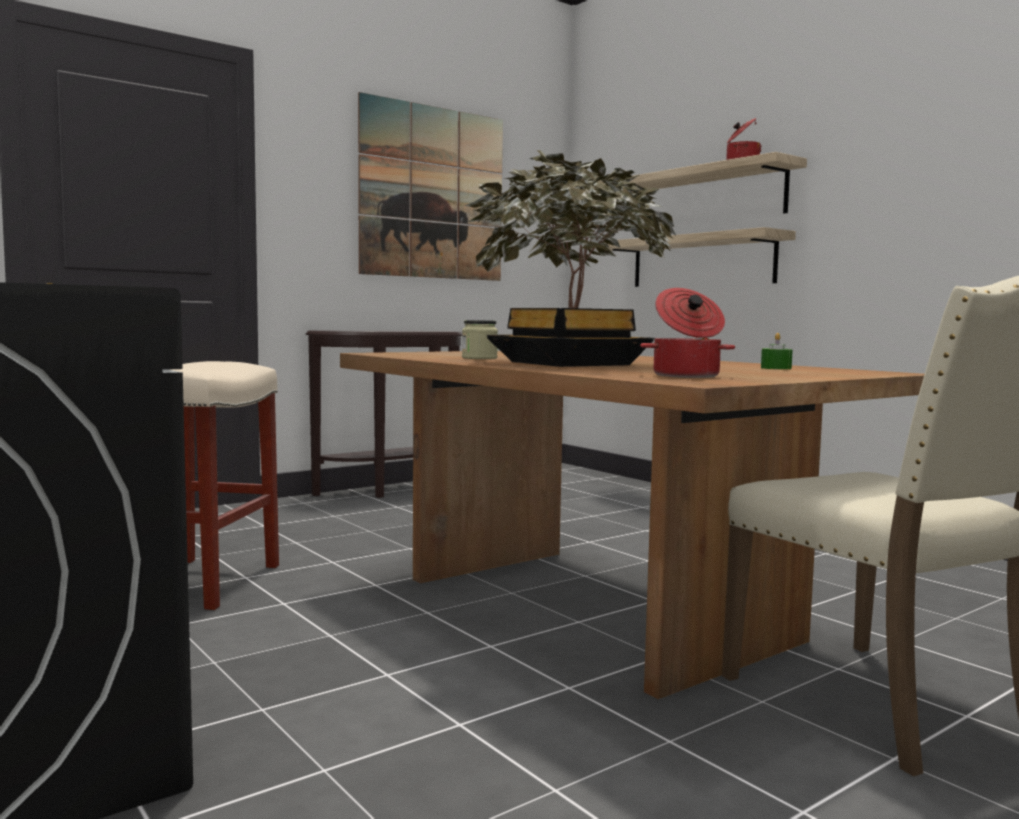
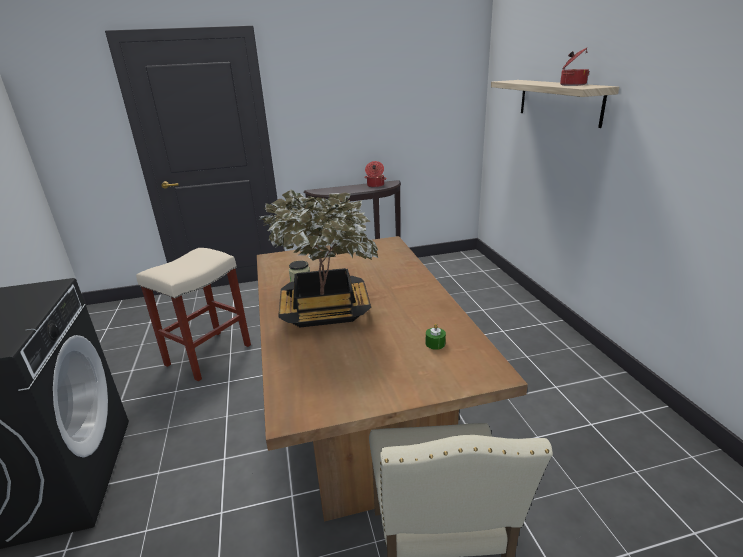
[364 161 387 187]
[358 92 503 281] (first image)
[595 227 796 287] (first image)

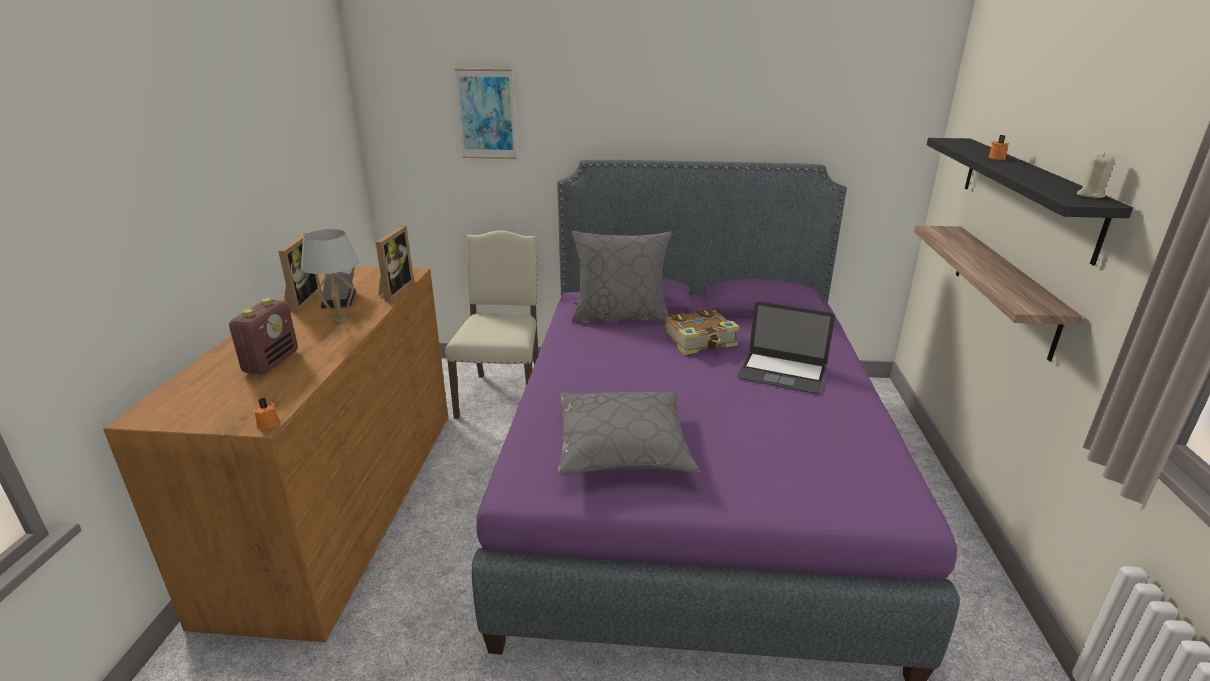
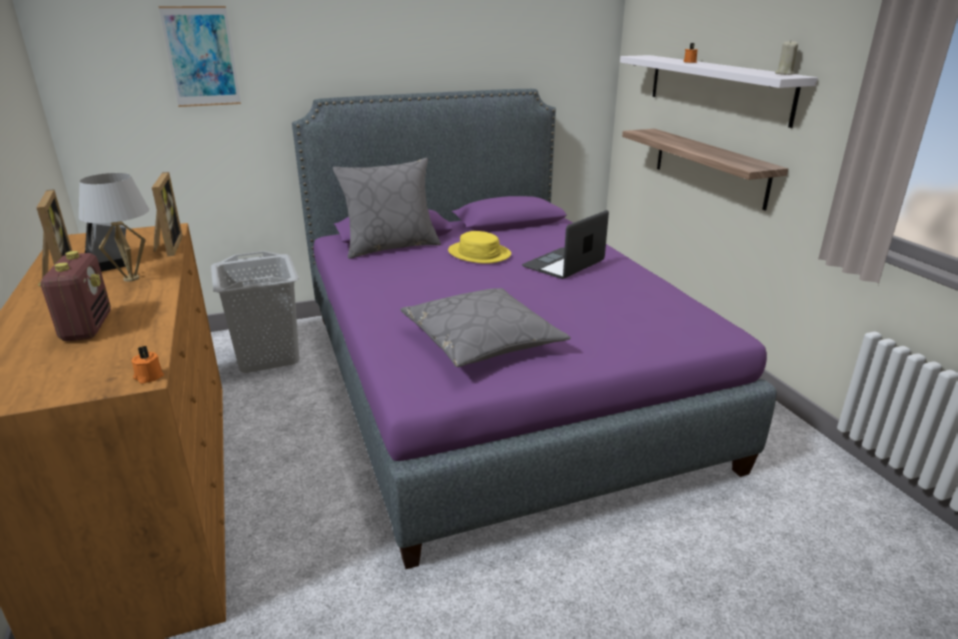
[211 251 300 373]
[448 231 511 264]
[522 210 609 279]
[620 55 818 128]

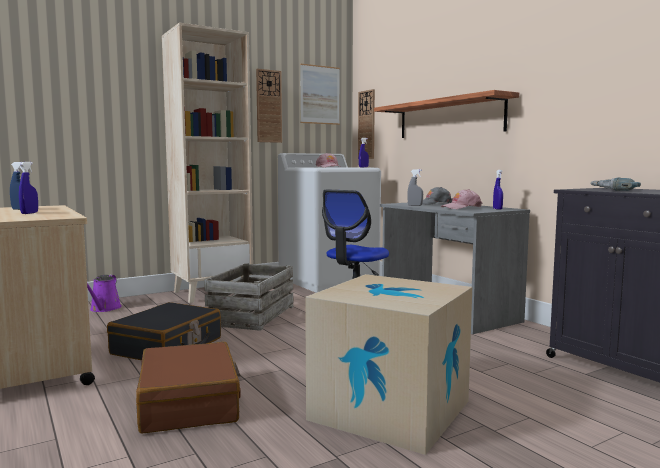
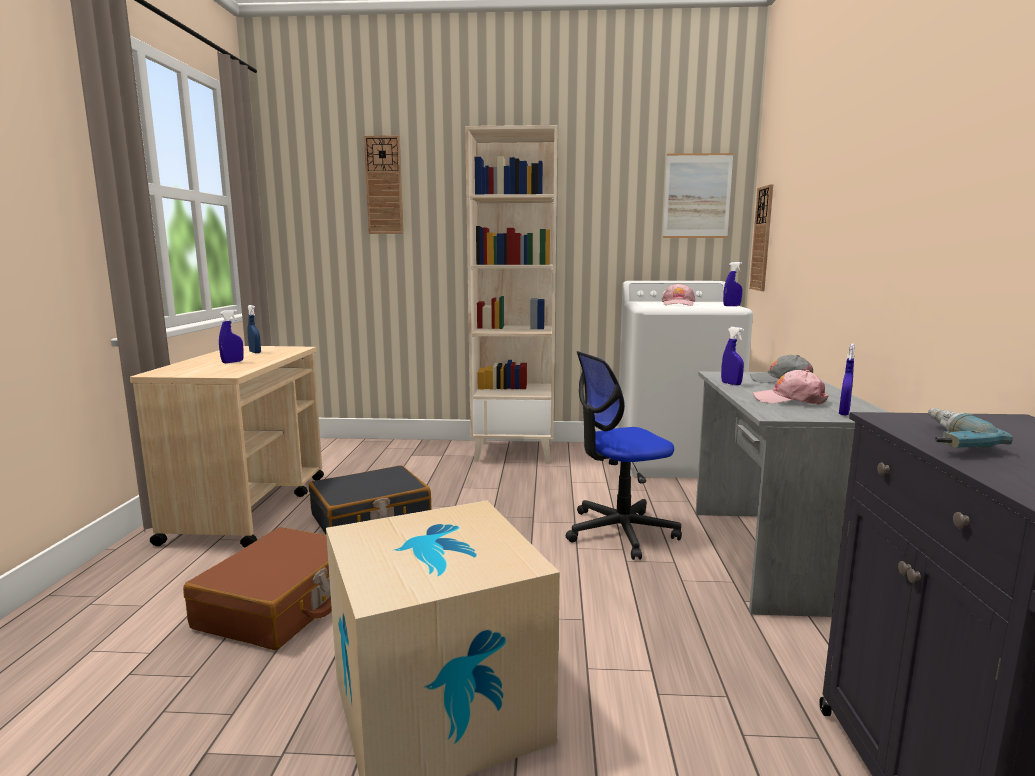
[364 135 403 234]
[721 327 744 385]
[87 275 122 312] (first image)
[204 263 293 331] (first image)
[374 90 519 138] (first image)

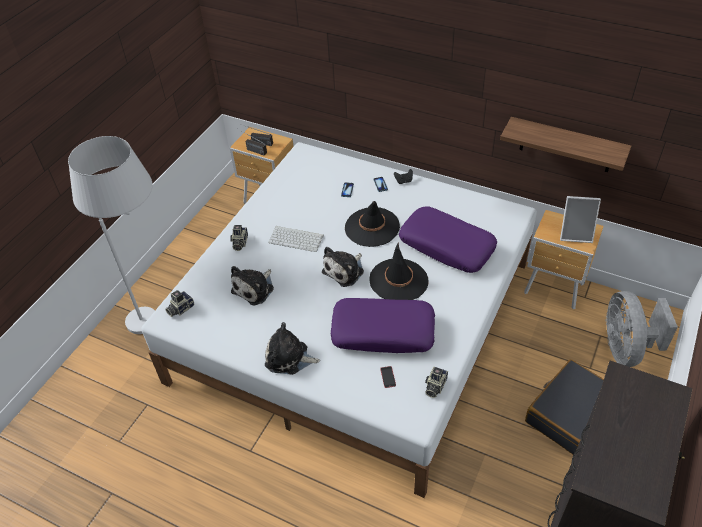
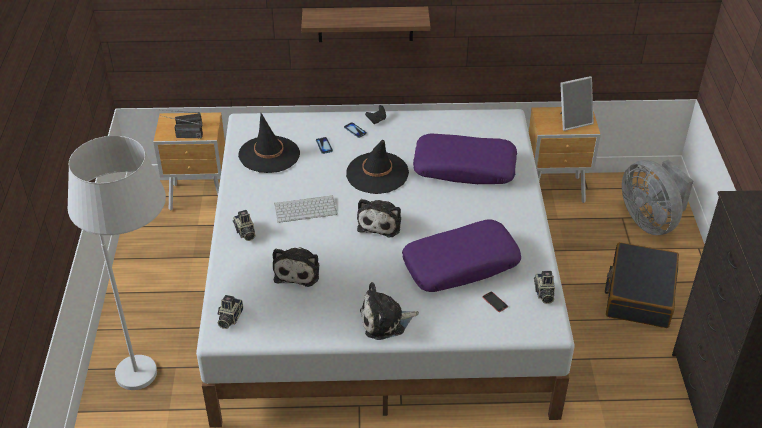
[238 113 300 173]
[301 7 430 42]

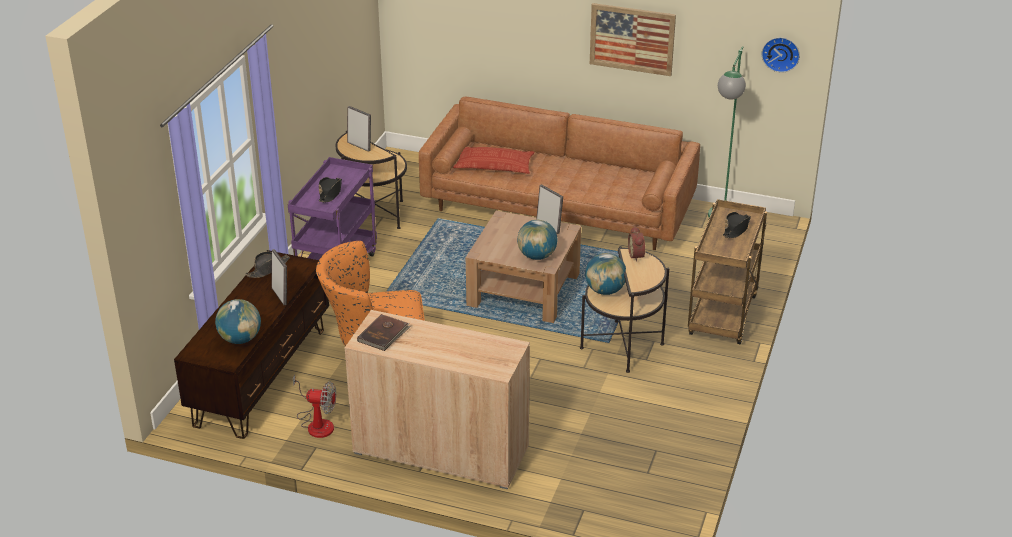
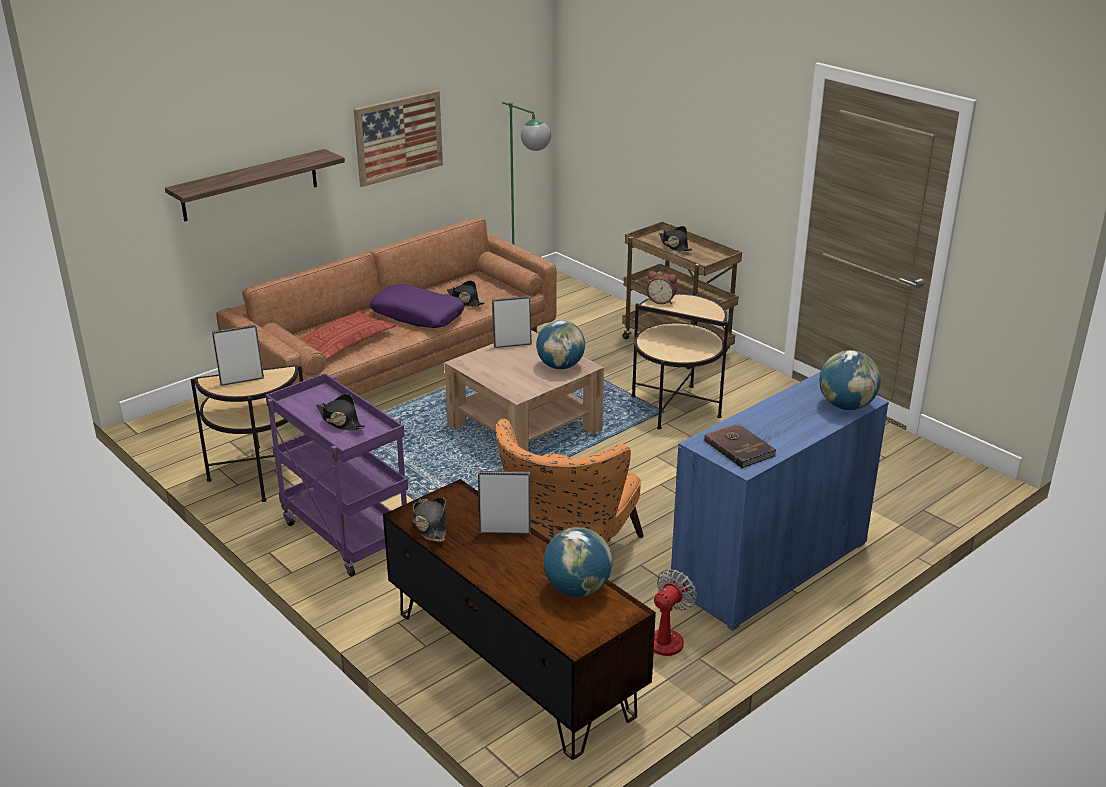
[165 149 345 221]
[370 284 464 328]
[447 280 485 307]
[670 372 889 631]
[819 350 881 410]
[762 37 800 73] (first image)

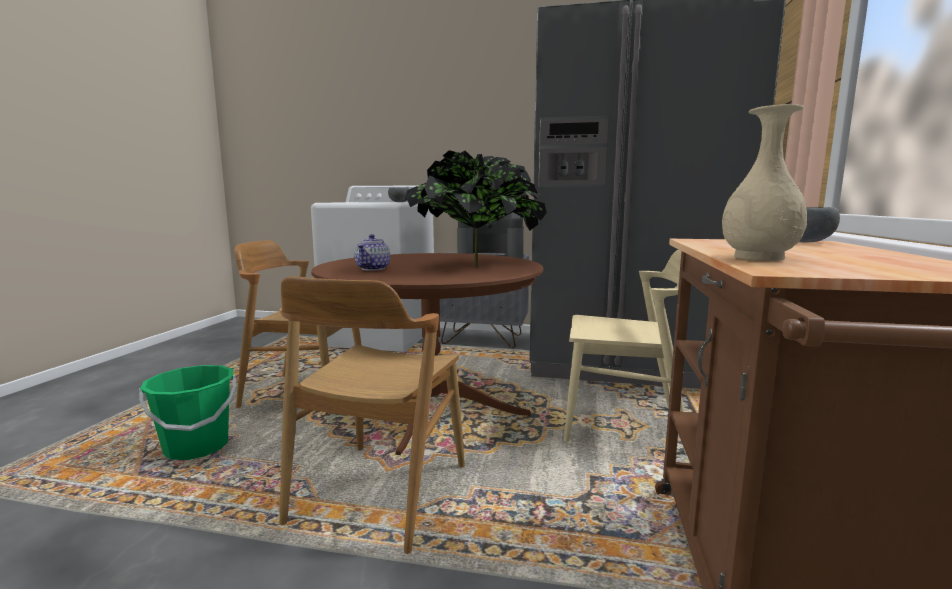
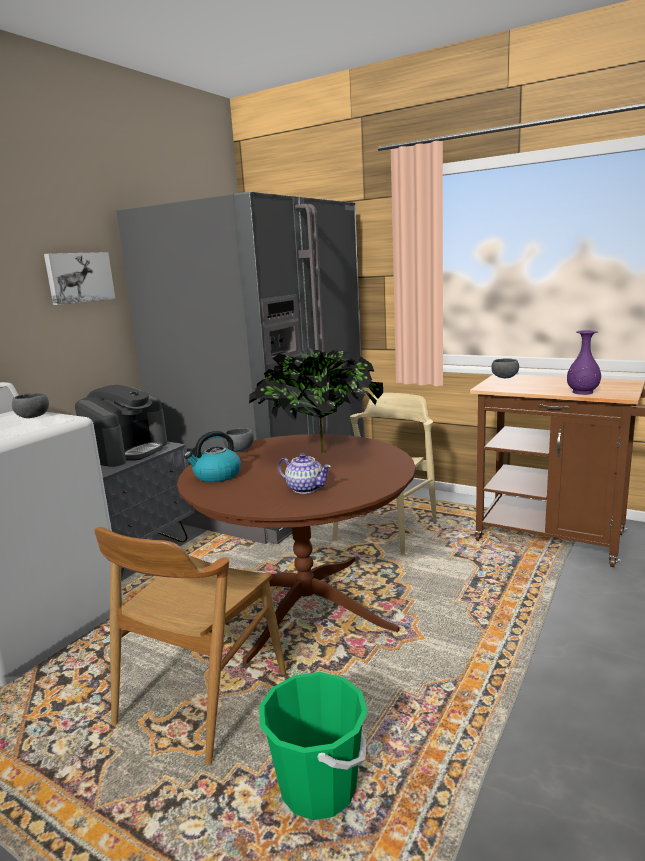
[44 252 115 305]
[184 431 241 482]
[223 428 254 452]
[567 330 601 395]
[279 276 465 554] (first image)

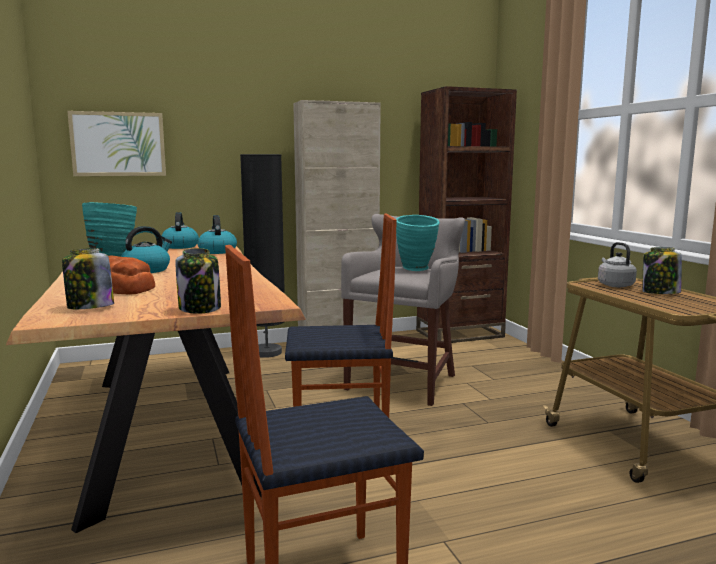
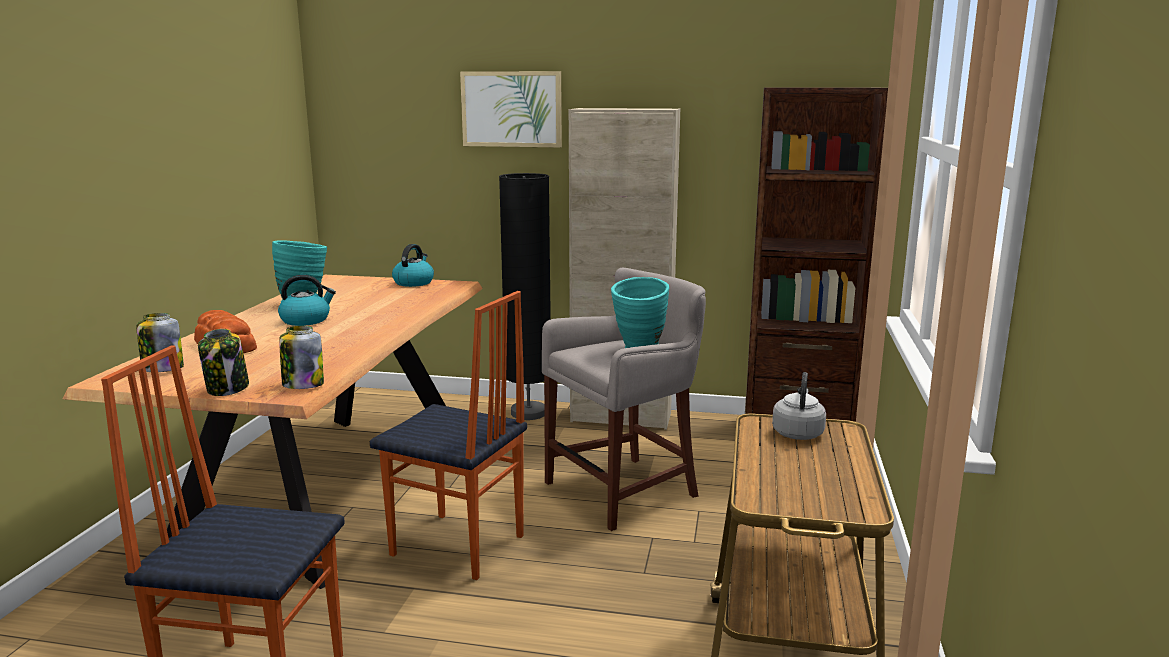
[279 326 324 389]
[460 71 562 148]
[197 215 237 254] (first image)

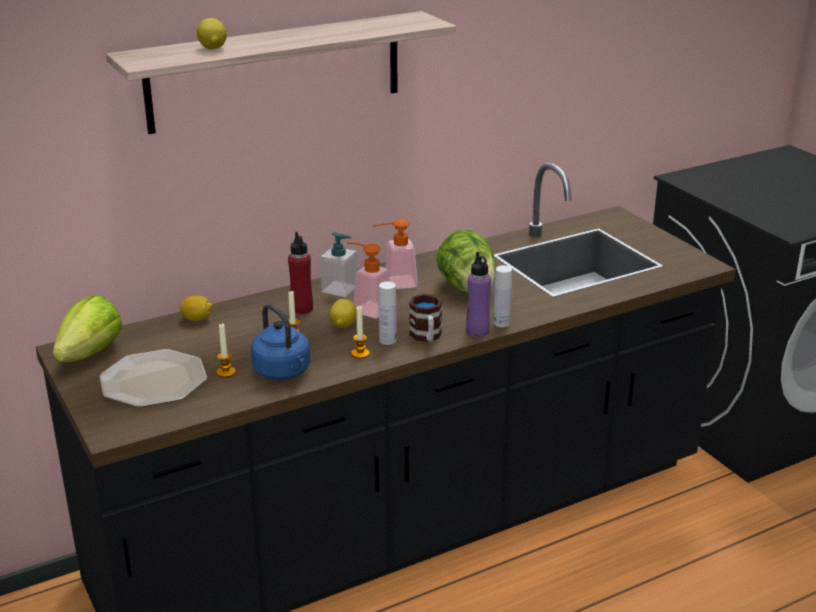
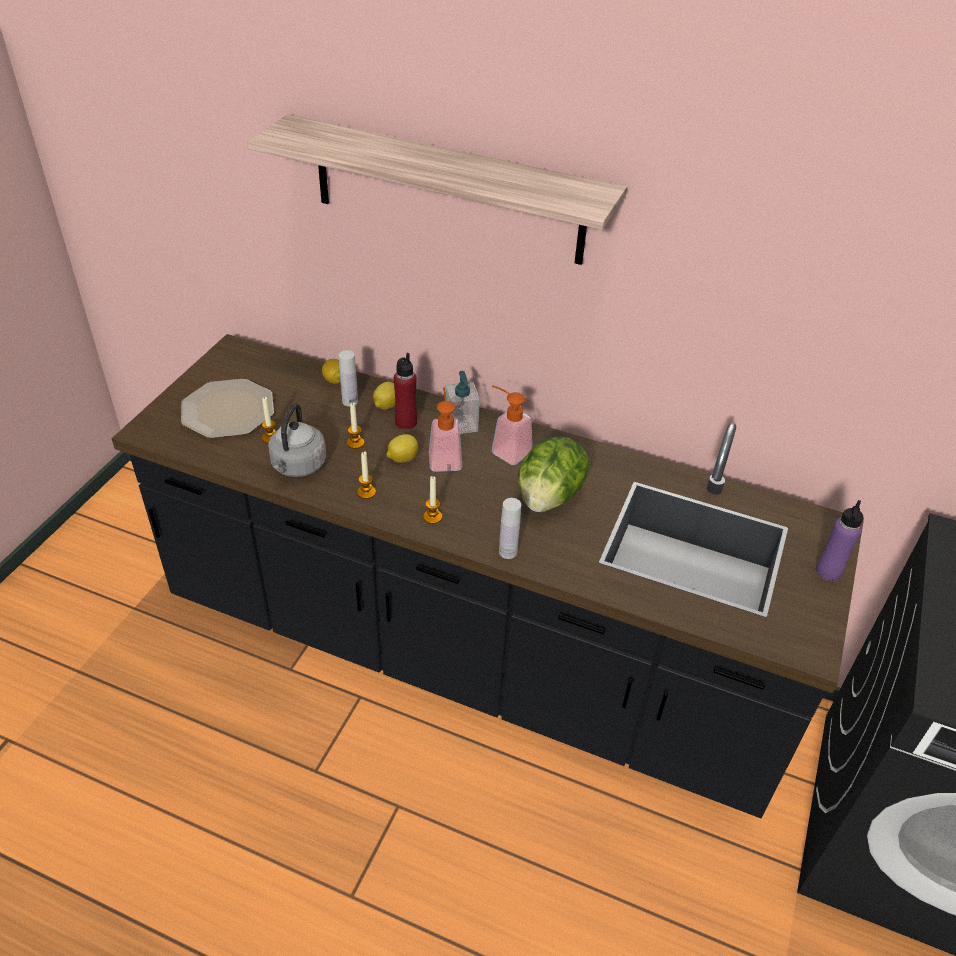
[268 403 327 477]
[339 350 358 407]
[373 382 395 410]
[423 476 442 524]
[816 500 864 581]
[53 295 123 362] (first image)

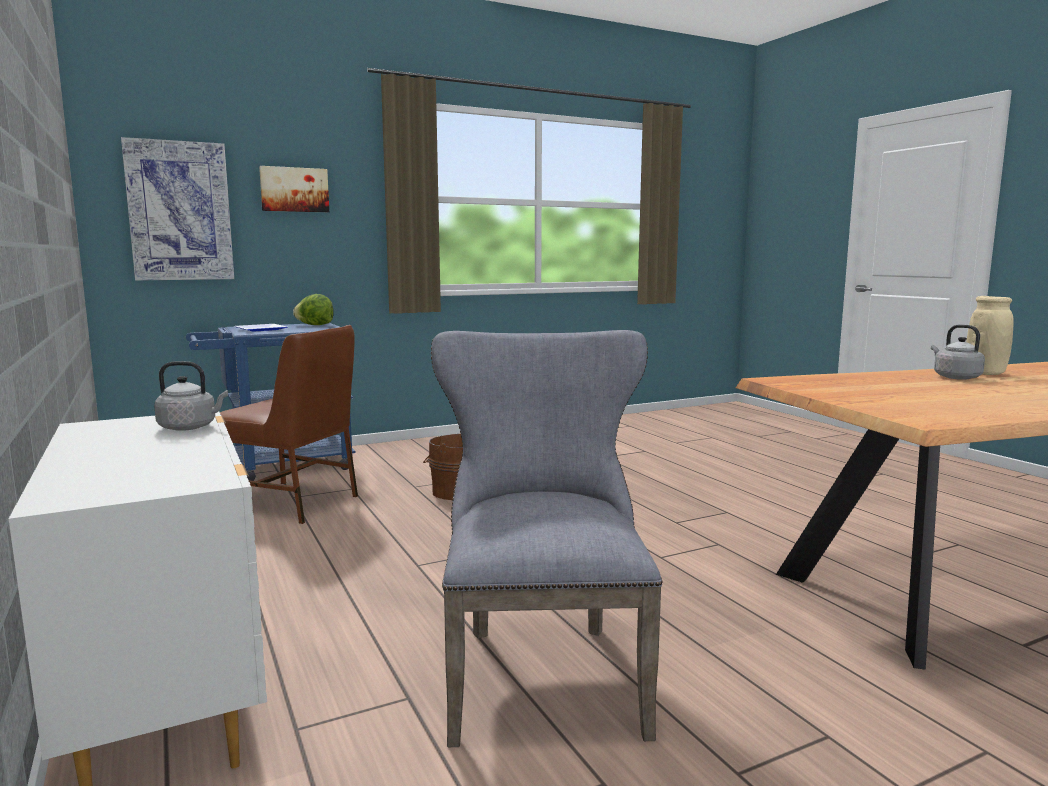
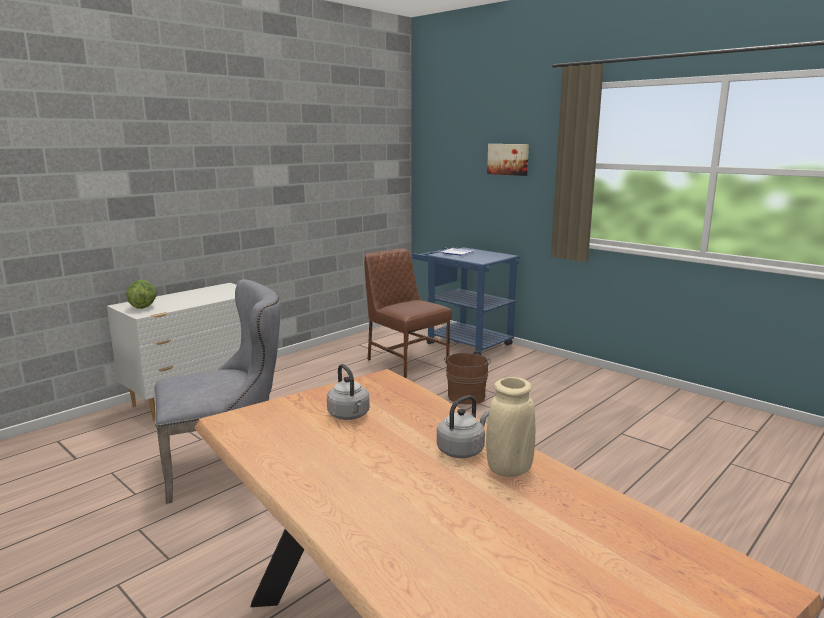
[126 280 157 309]
[327 364 369 420]
[364 249 452 378]
[121 137 234 281] (first image)

